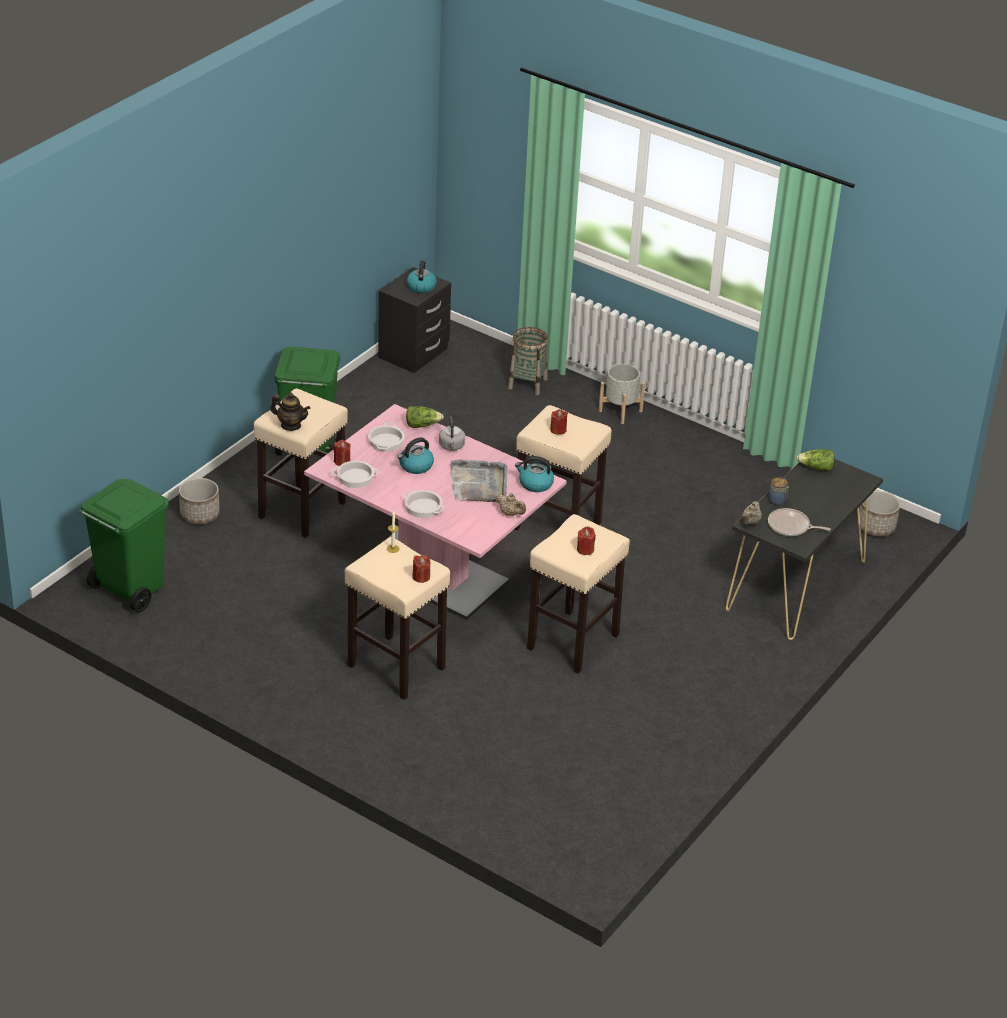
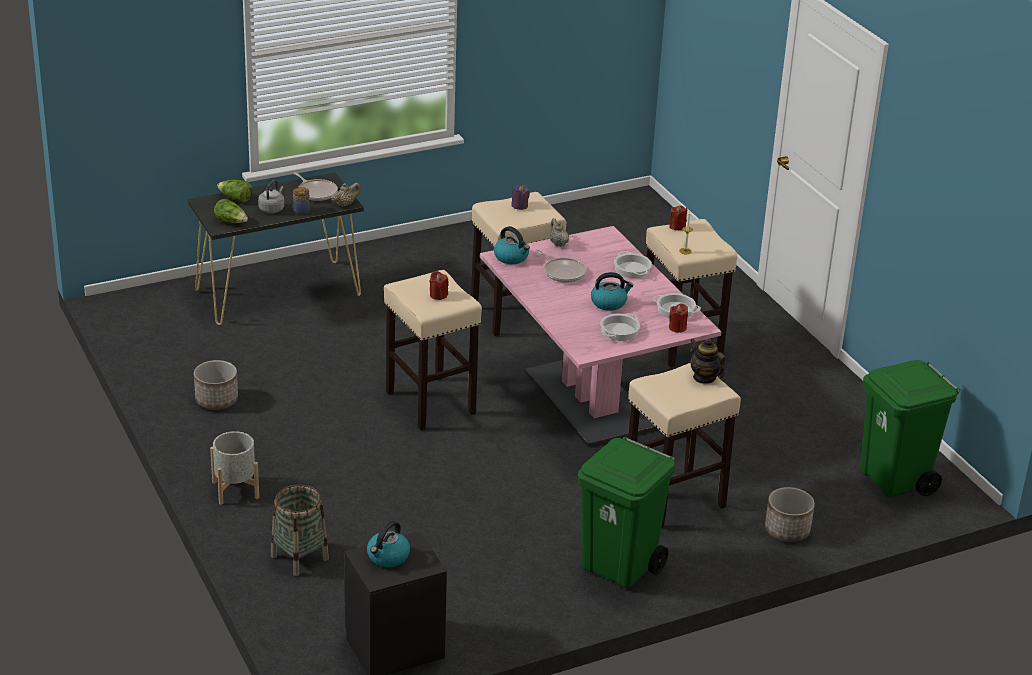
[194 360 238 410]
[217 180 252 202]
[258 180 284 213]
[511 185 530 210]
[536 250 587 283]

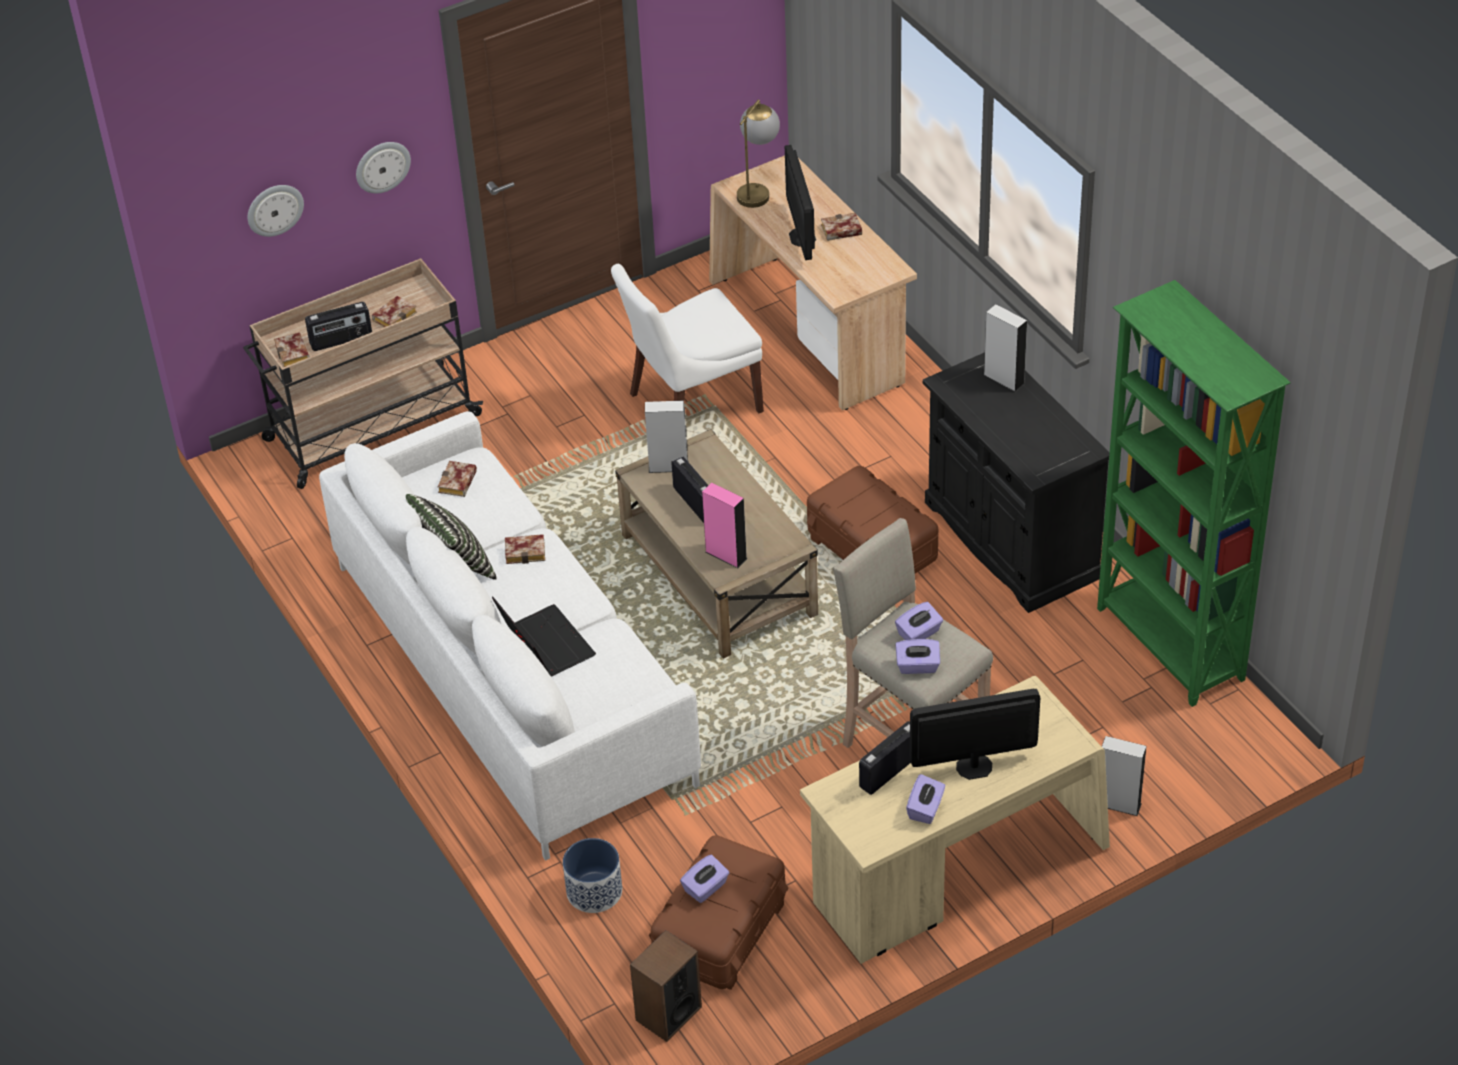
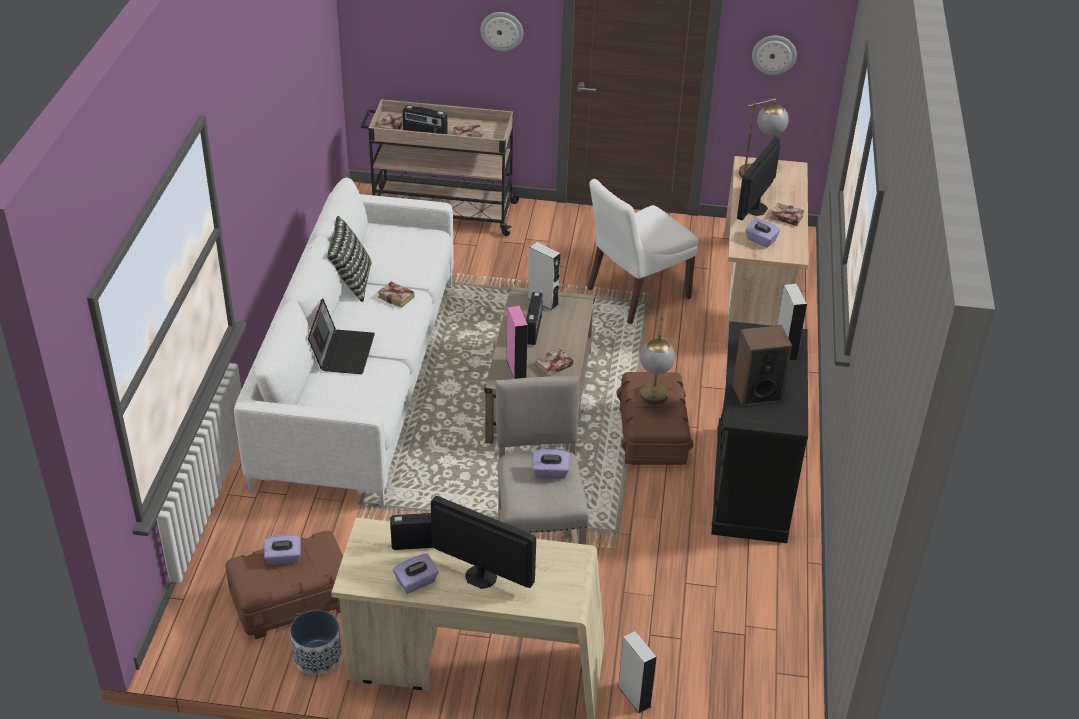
[290 610 342 675]
[535 348 573 377]
[587 179 698 324]
[640 312 675 404]
[732 325 792 407]
[745 219 780 248]
[752 36 797 75]
[1097 280 1291 707] (first image)

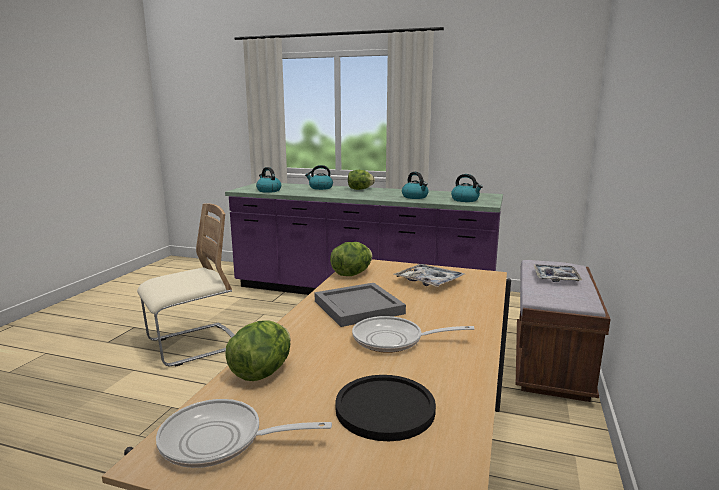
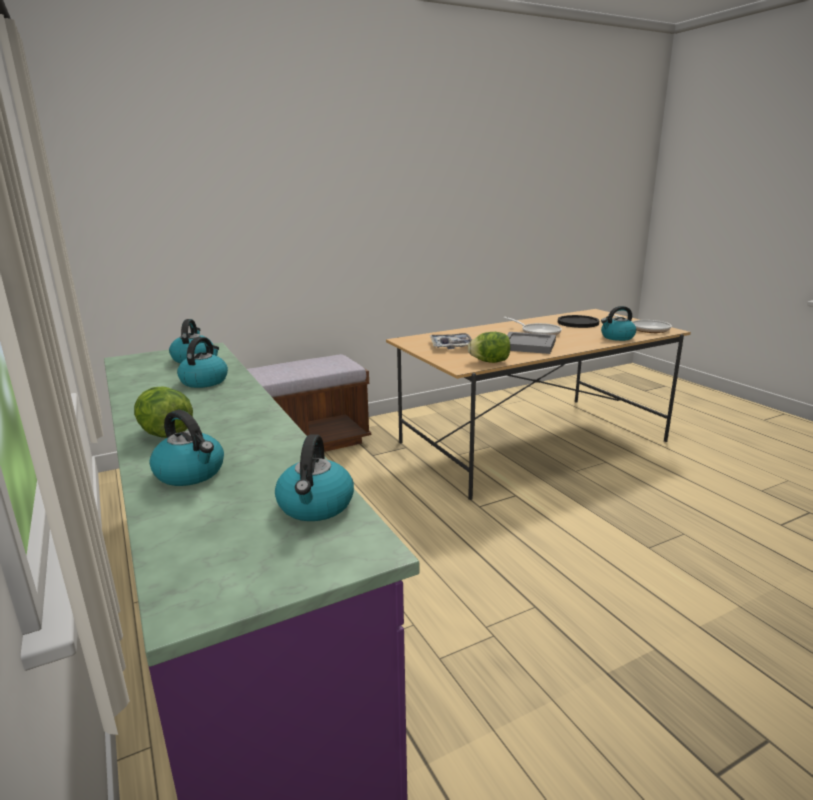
[601 306 636 341]
[137 204 234 367] (first image)
[533 264 582 282] (first image)

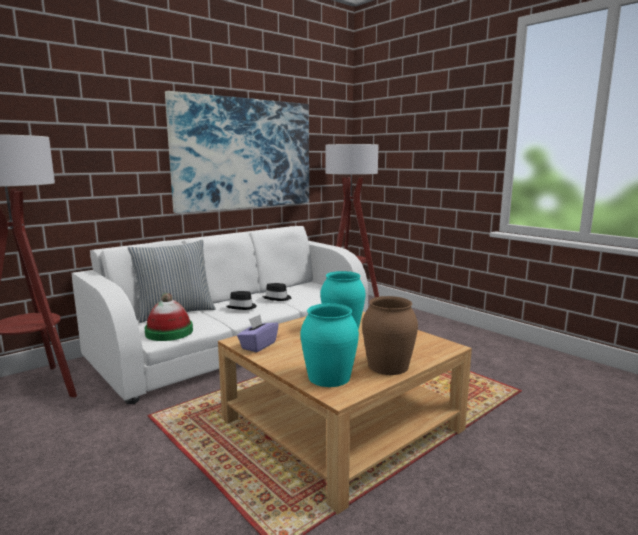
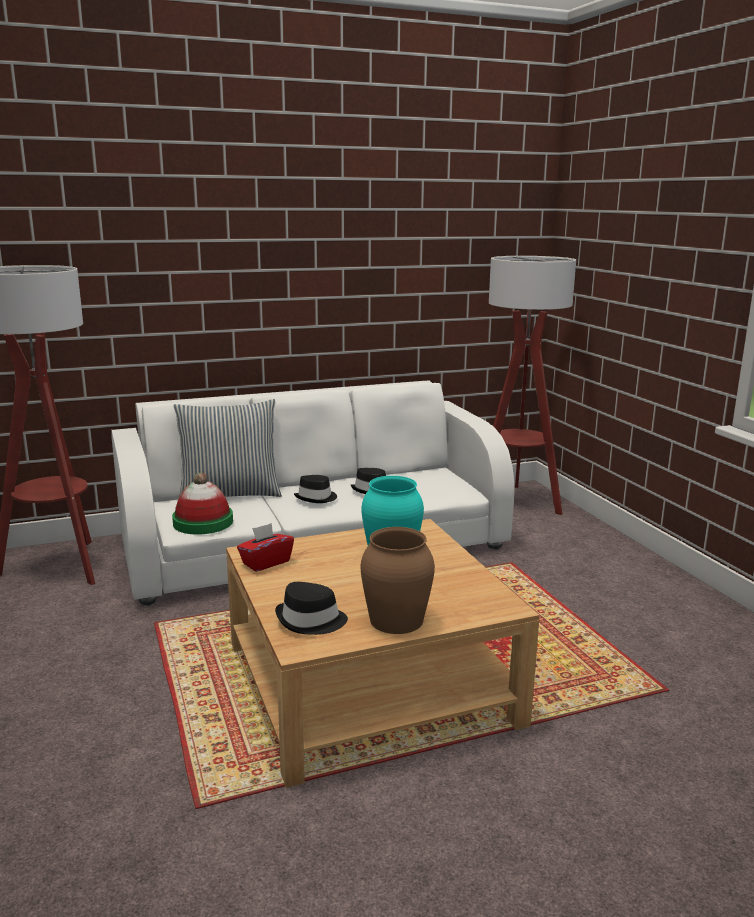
[237 523 294 572]
[275 582 348 635]
[165 91 309 213] (first image)

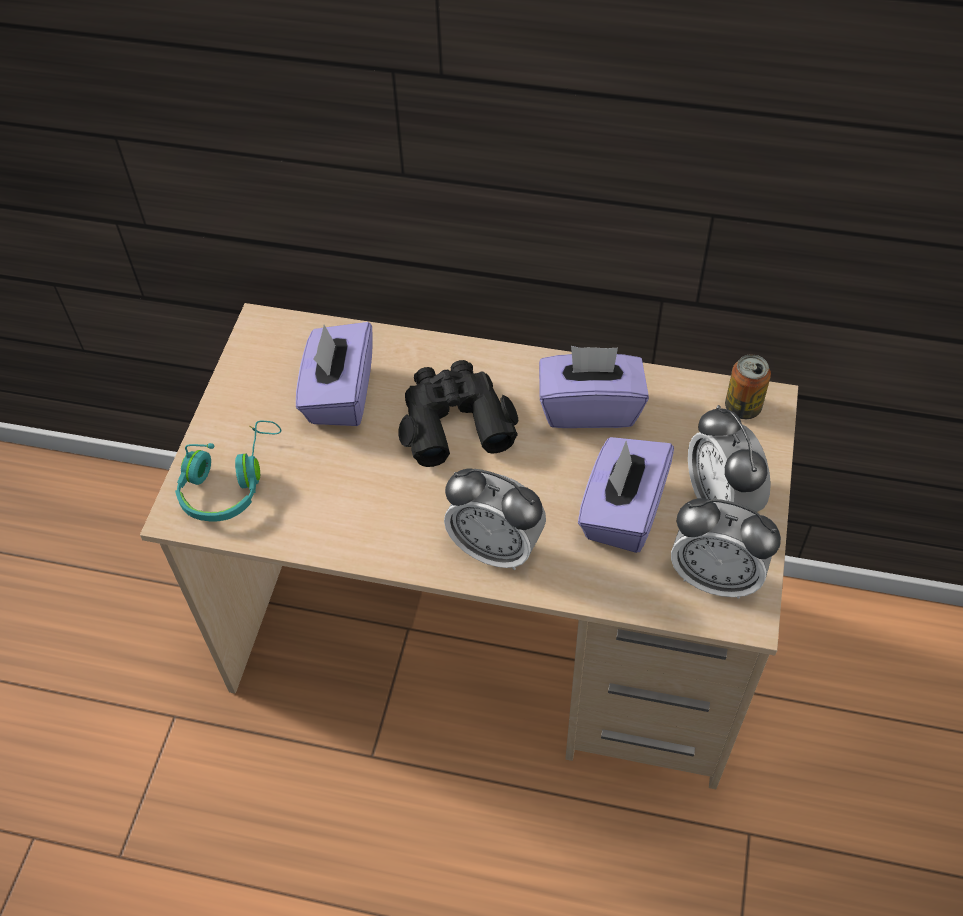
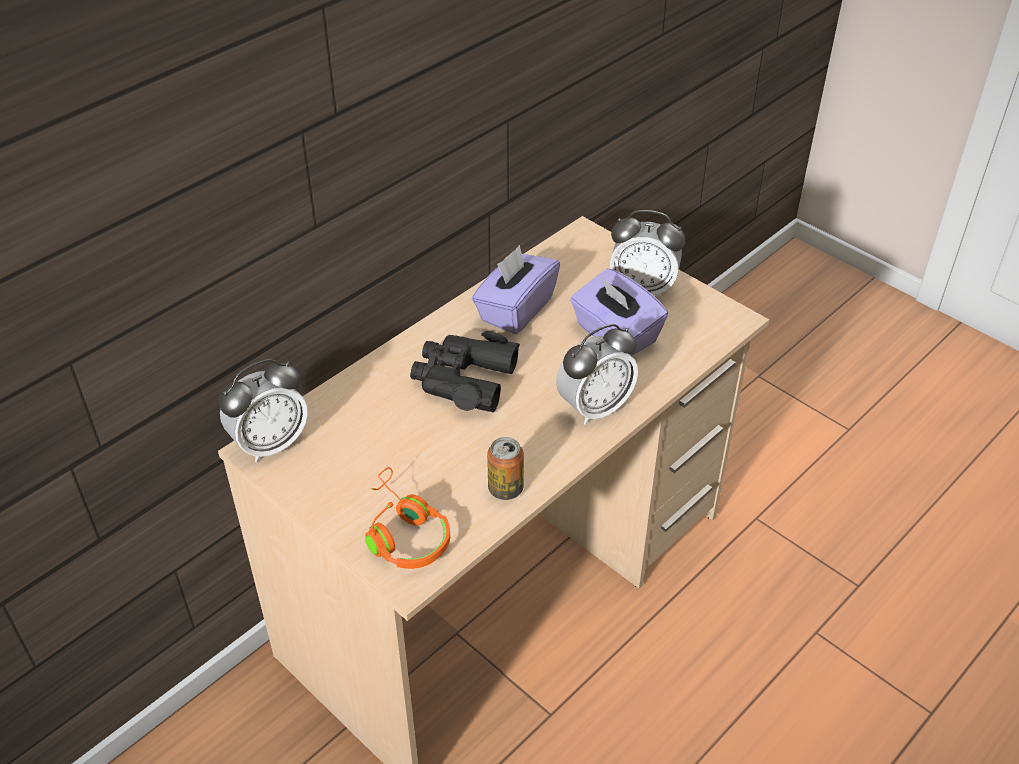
[219 359 308 462]
[365 467 450 569]
[487 437 524 500]
[296 322 372 426] (first image)

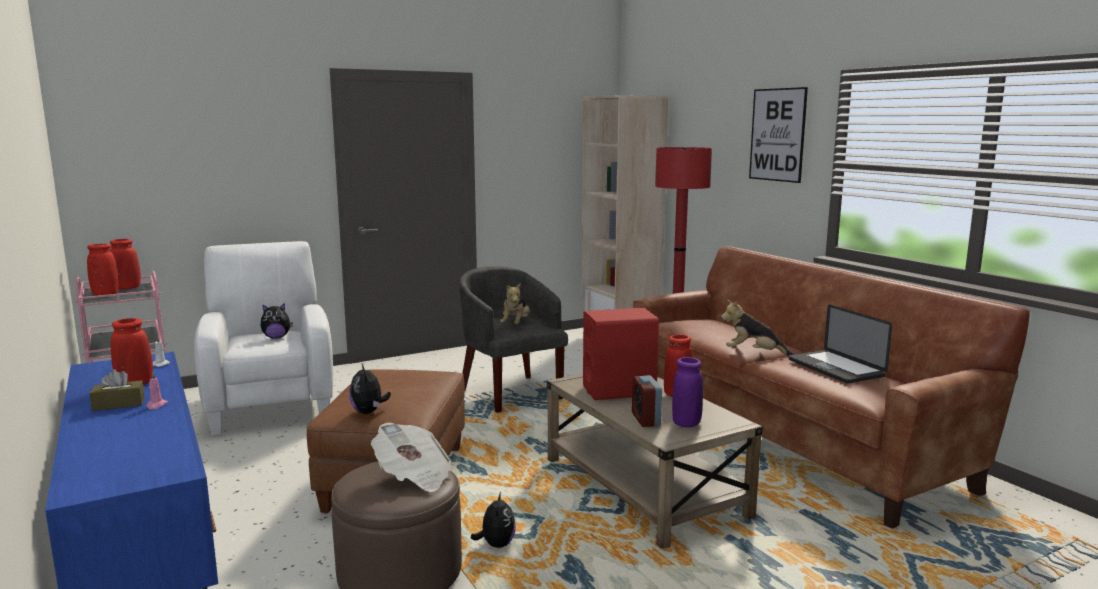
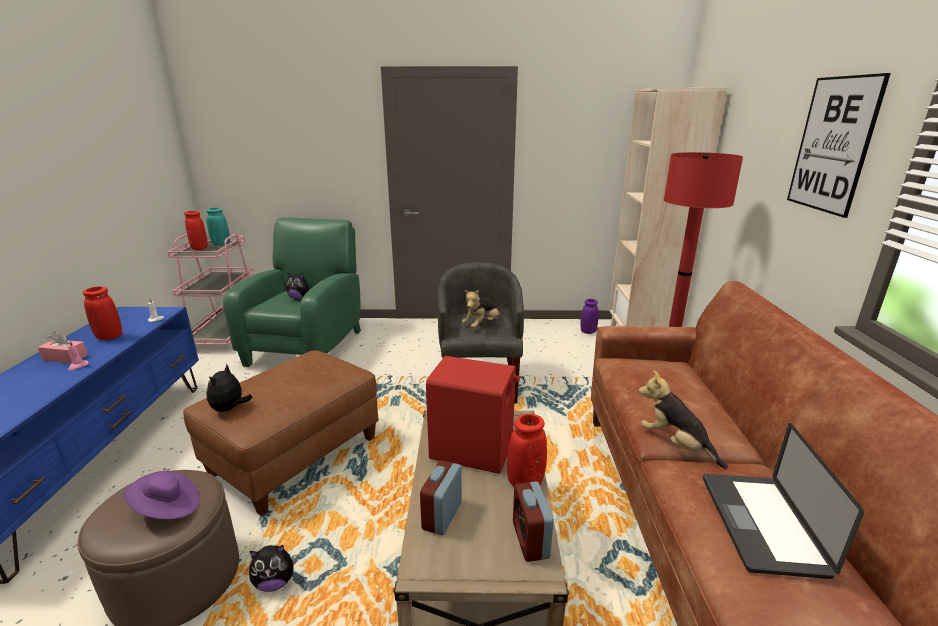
[38 332 88 363]
[123 471 200 519]
[206 208 230 245]
[223 218 361 367]
[249 545 298 592]
[513 481 553 562]
[580 299 599 334]

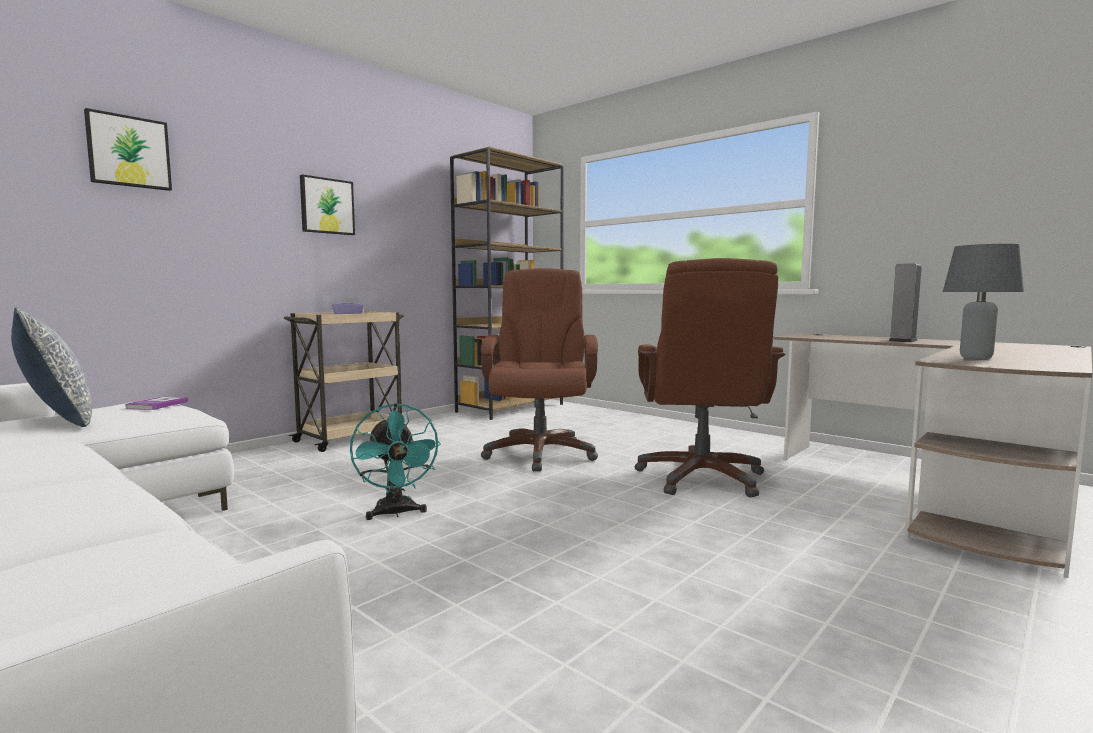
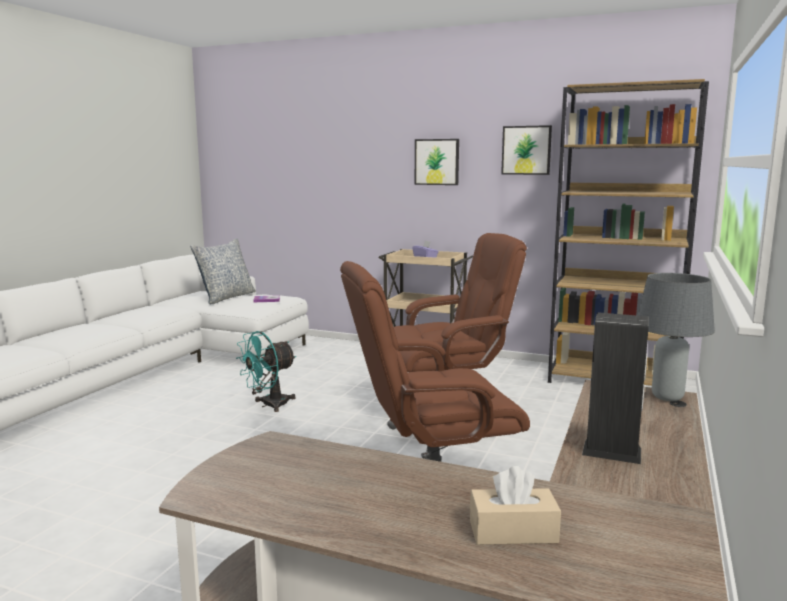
[470 466 561 545]
[501 125 552 175]
[637 273 715 401]

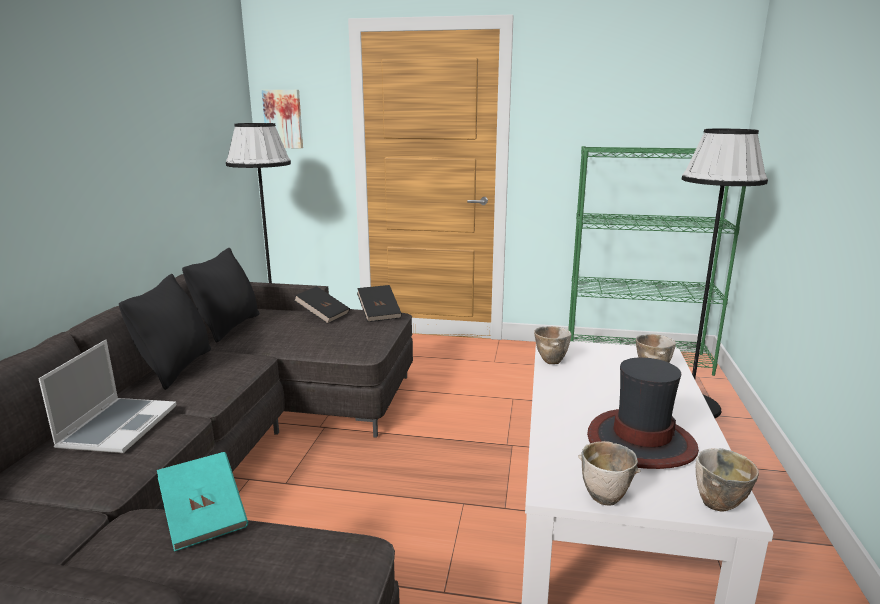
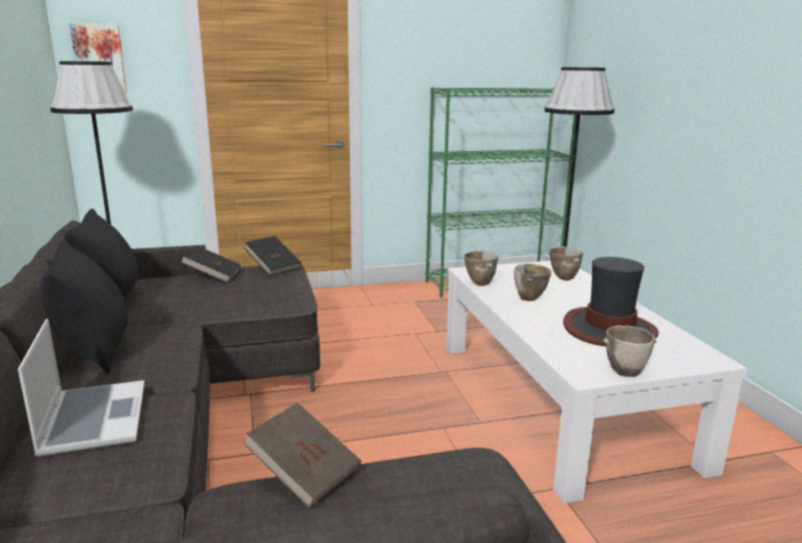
[243 403 361 508]
[514 263 551 301]

